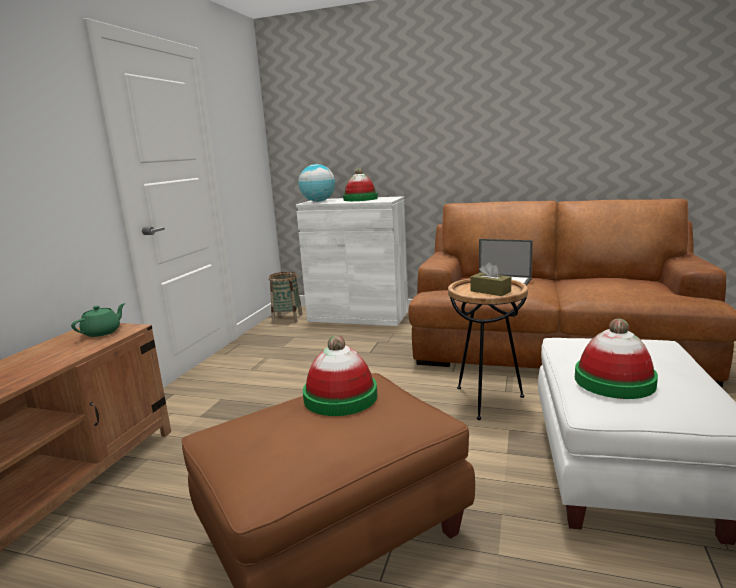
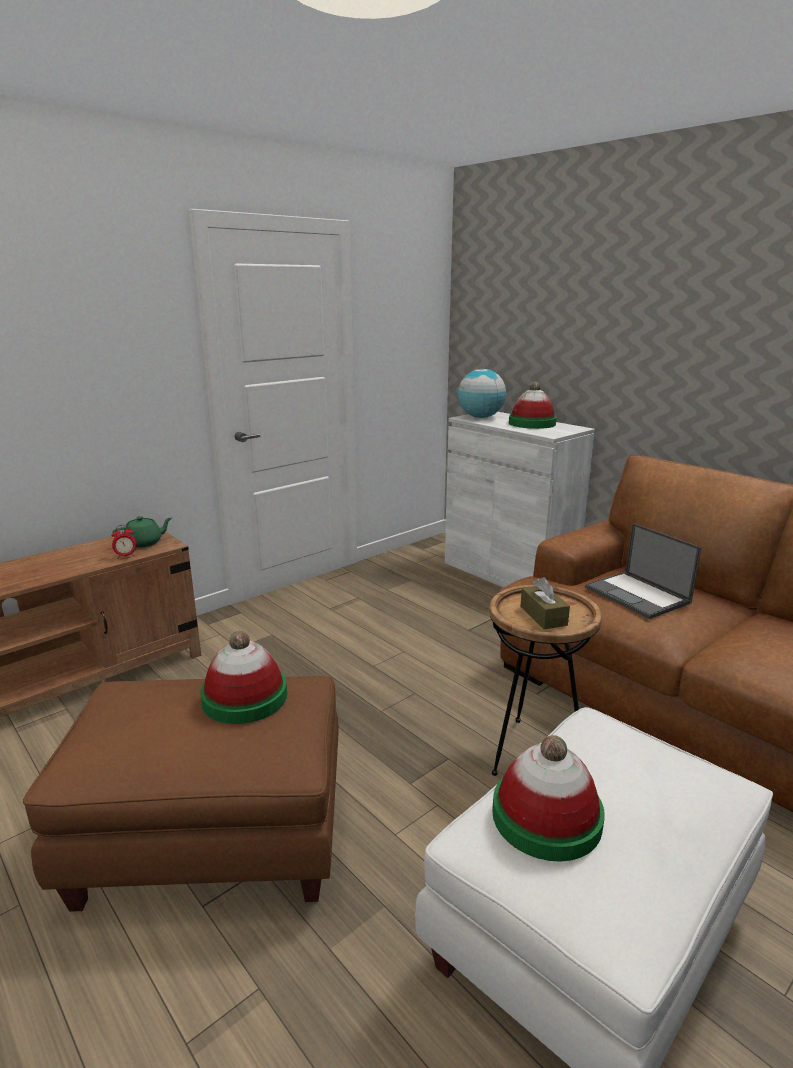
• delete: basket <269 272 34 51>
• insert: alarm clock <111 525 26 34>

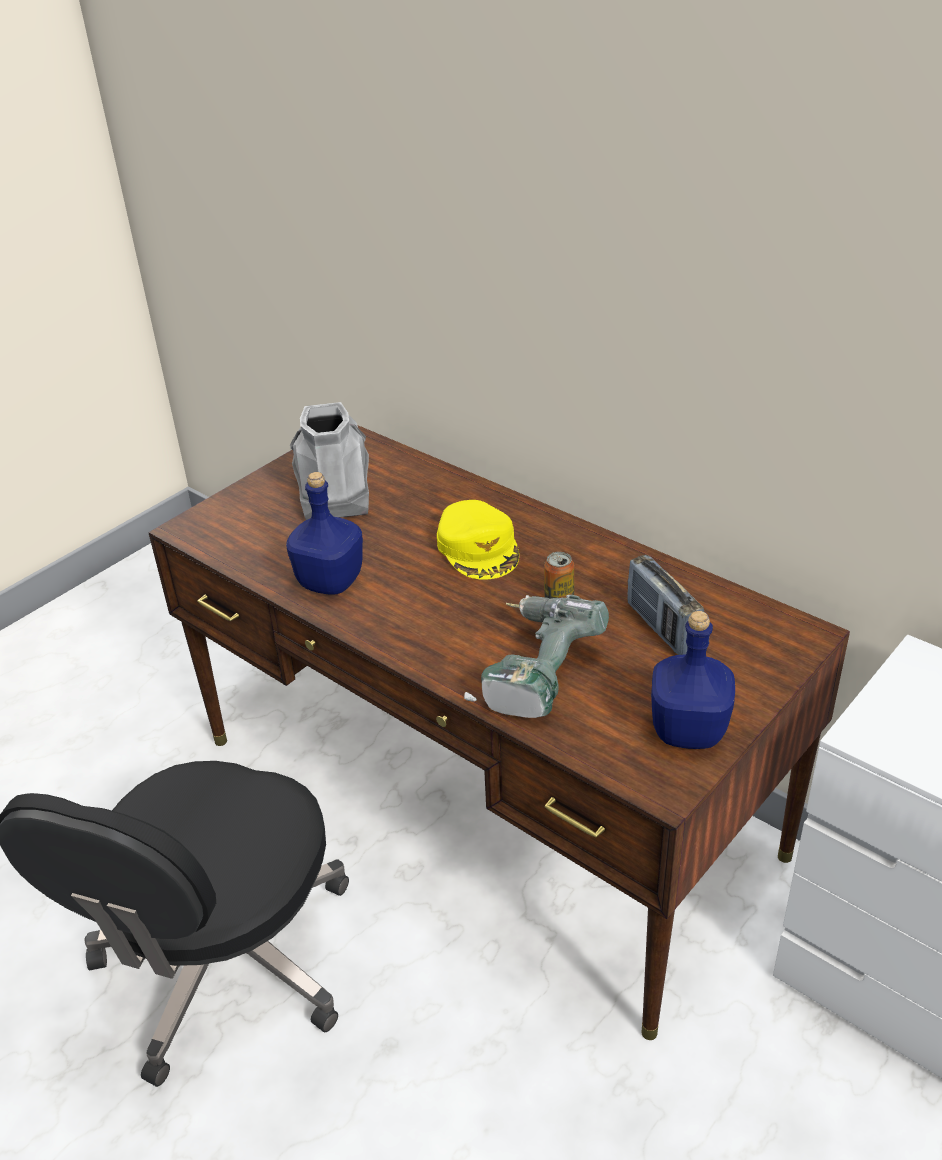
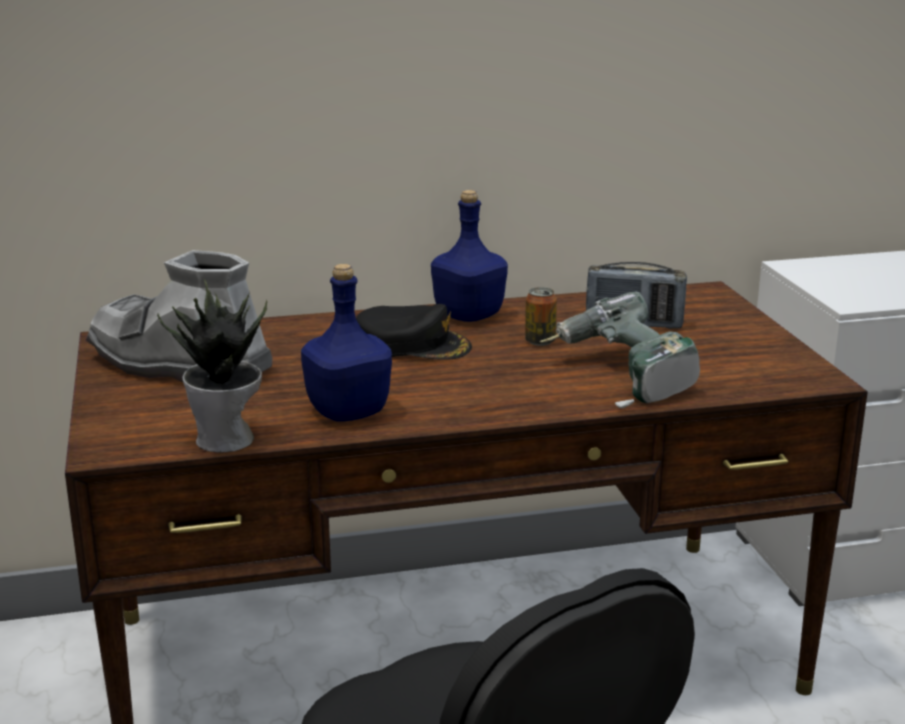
• recolor: yellow cap <437 500 82 80> to black cap <356 304 116 56>
• move: blue bottle <651 611 84 138> to <431 190 77 132>
• insert: potted plant <157 279 110 173>

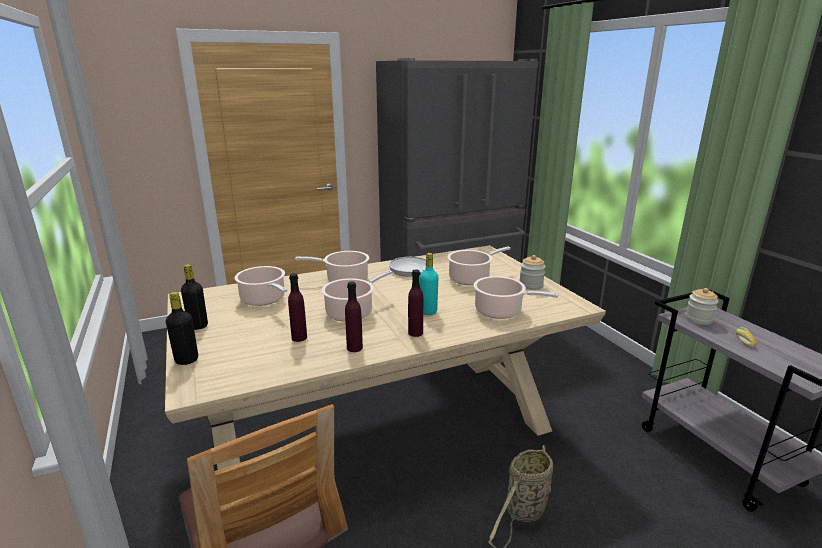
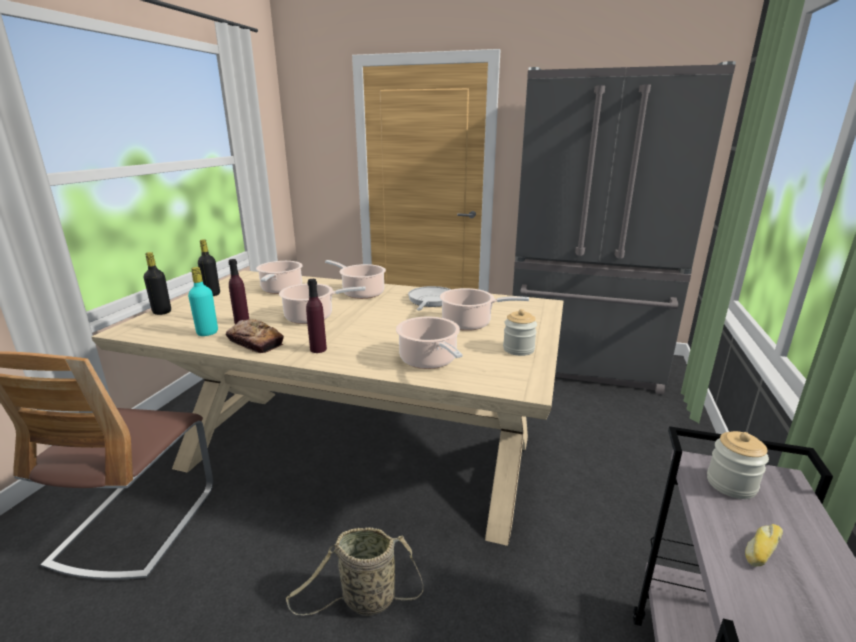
• replace: purple bottle <345 281 18 71> to bread <226 319 58 34>
• move: turquoise bottle <420 253 18 62> to <188 267 30 69>

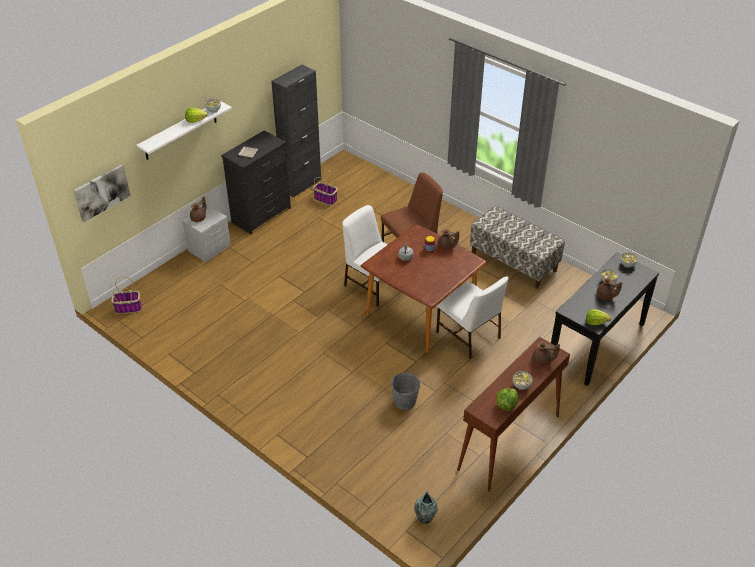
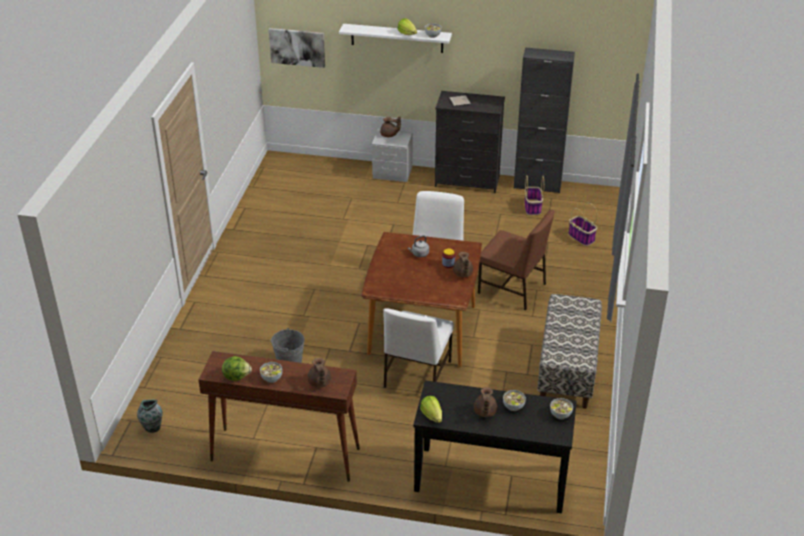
• move: basket <112 277 30 37> to <568 203 29 43>

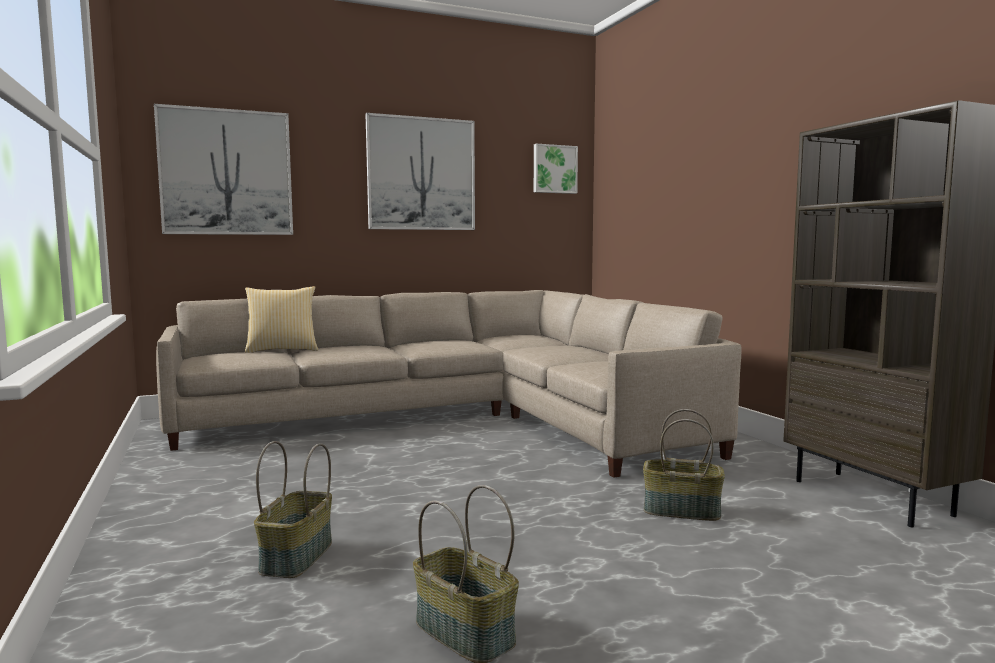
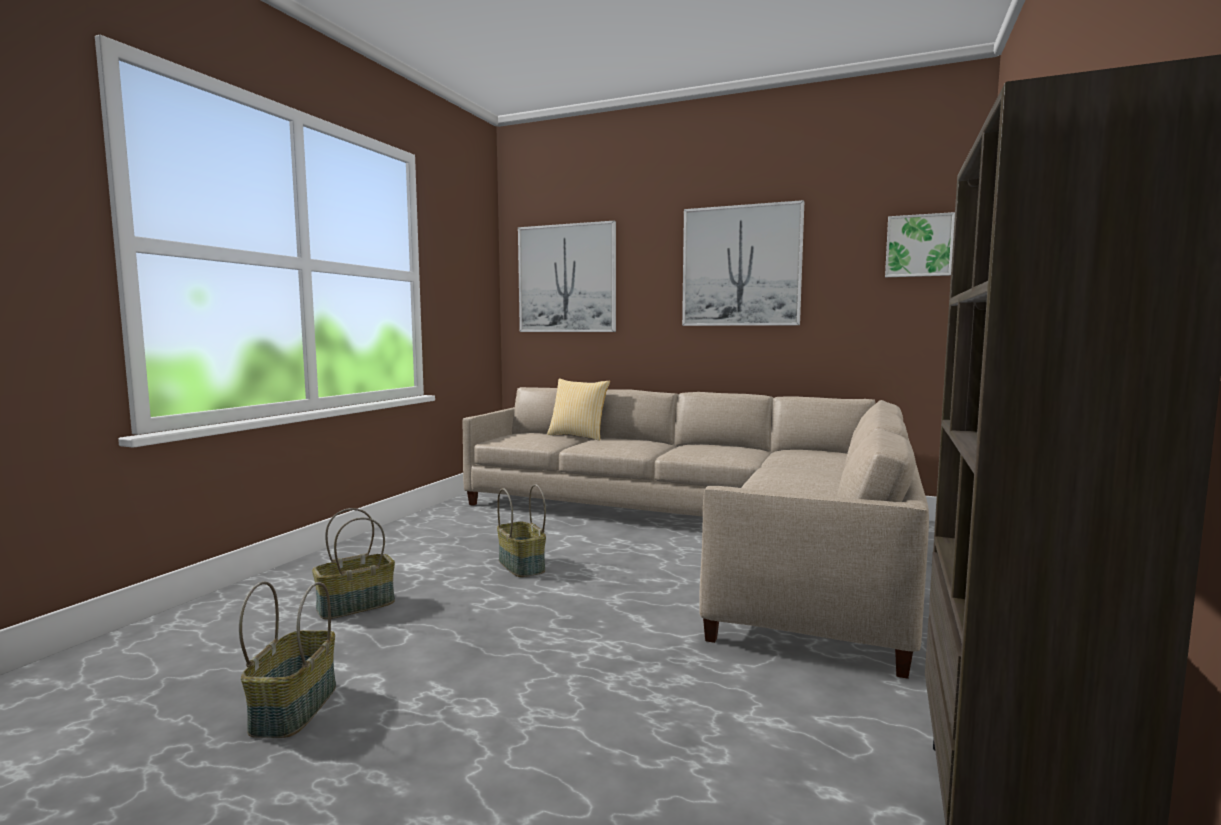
• move: basket <643 409 82 112> to <497 484 49 93>

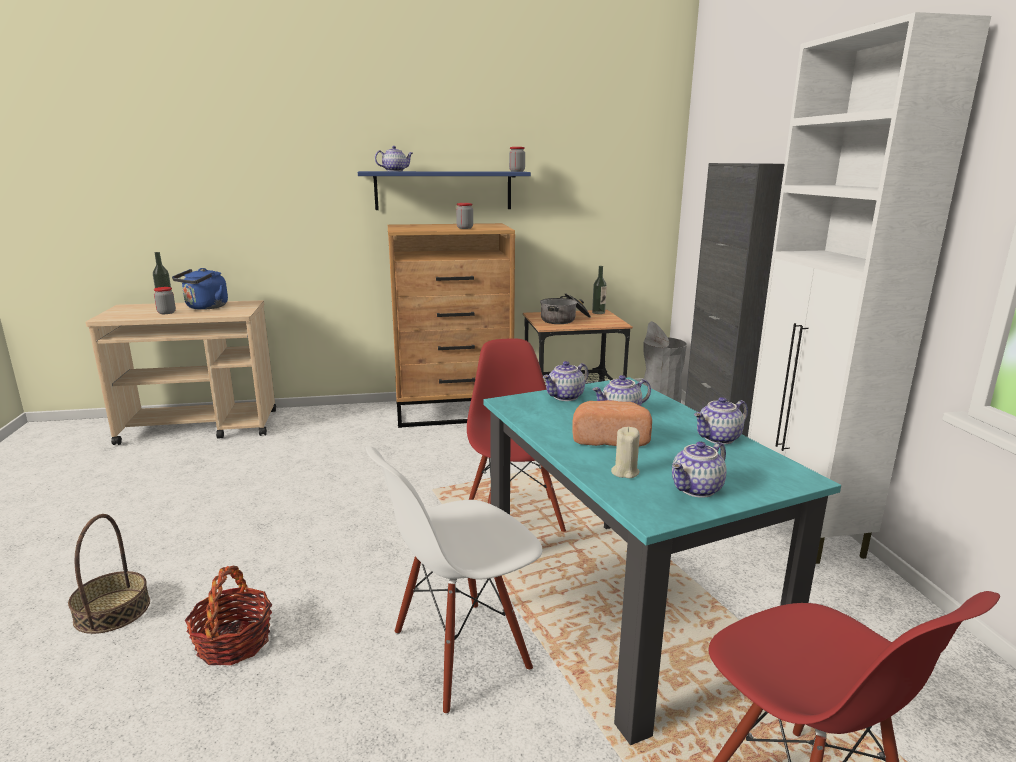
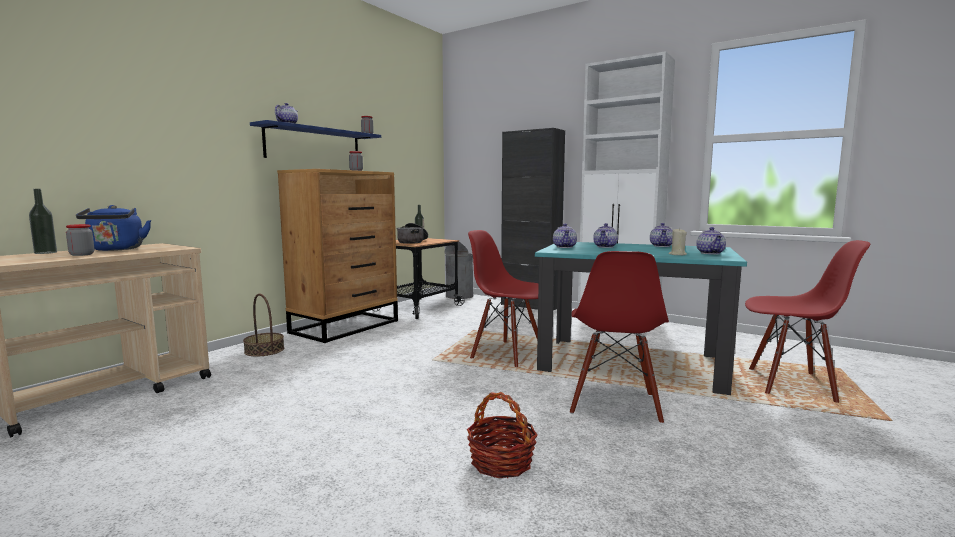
• move: basket <68 514 82 120> to <243 294 41 63>
• recolor: white chair <366 447 176 268> to red chair <570 251 99 173>
• delete: bread <572 400 80 46>

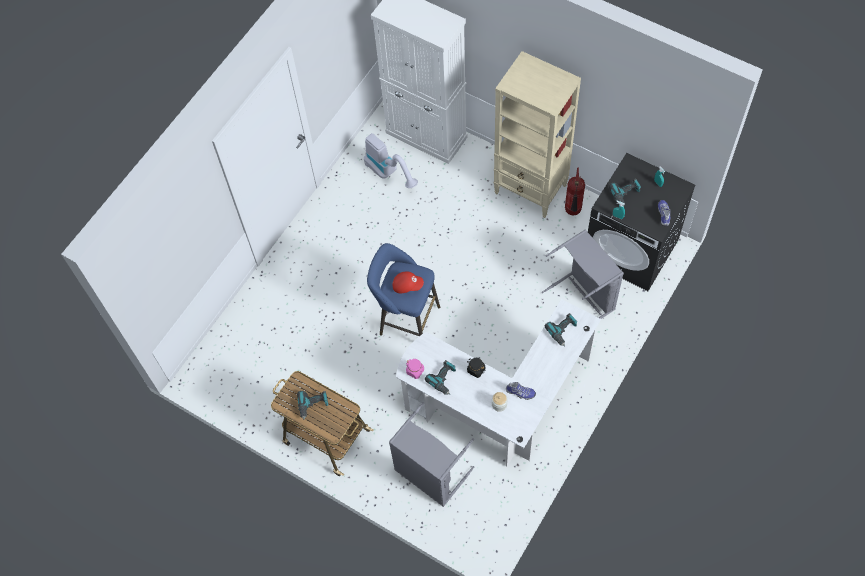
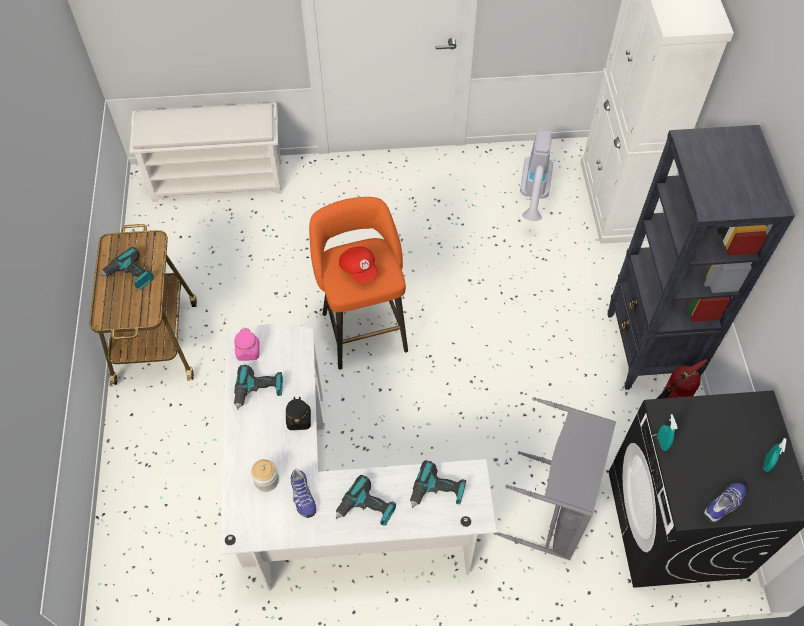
• recolor: blue stool <367 243 73 93> to orange stool <309 197 99 173>
• delete: grey laundry basket <389 402 86 105>
• recolor: beige bookcase <494 51 87 167> to black bookcase <607 125 188 265>
• move: power drill <609 178 32 28> to <335 475 61 51>
• insert: white shoe rack <129 103 153 99>

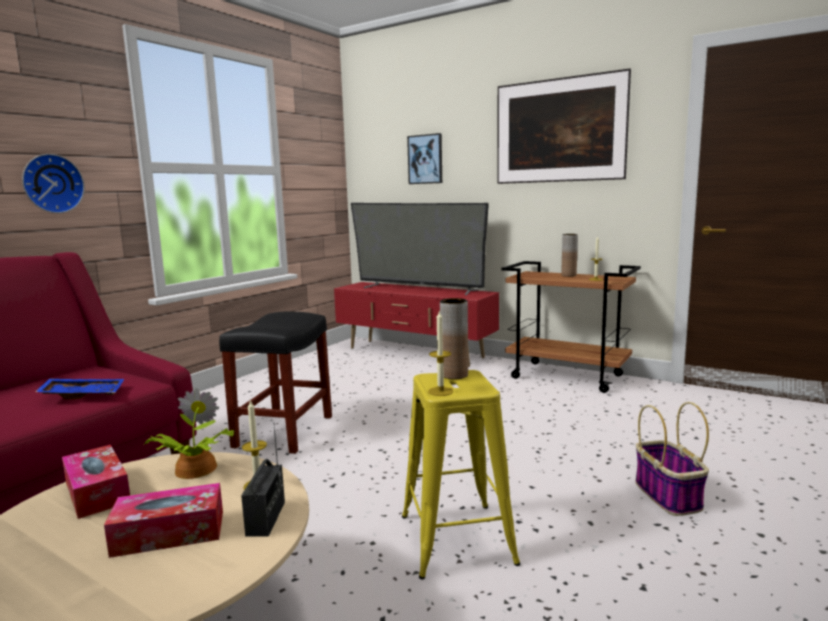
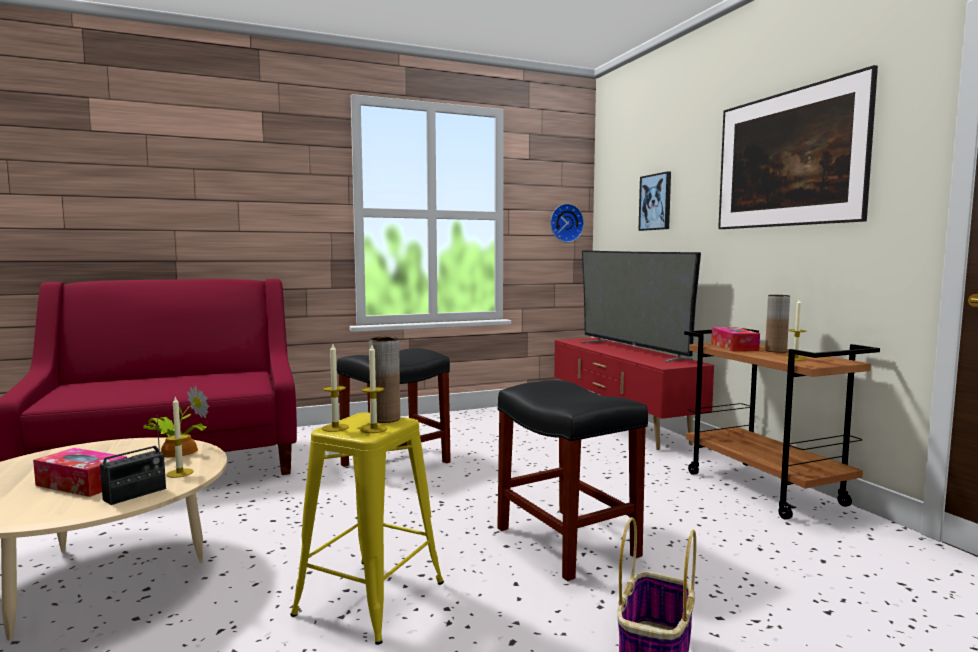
• move: wall clock <22 154 63 59> to <550 204 34 38>
• delete: blue tray <36 378 88 22>
• move: tissue box <62 445 68 74> to <711 327 49 24>
• insert: candle <360 345 27 88>
• insert: black stool <497 380 151 201>

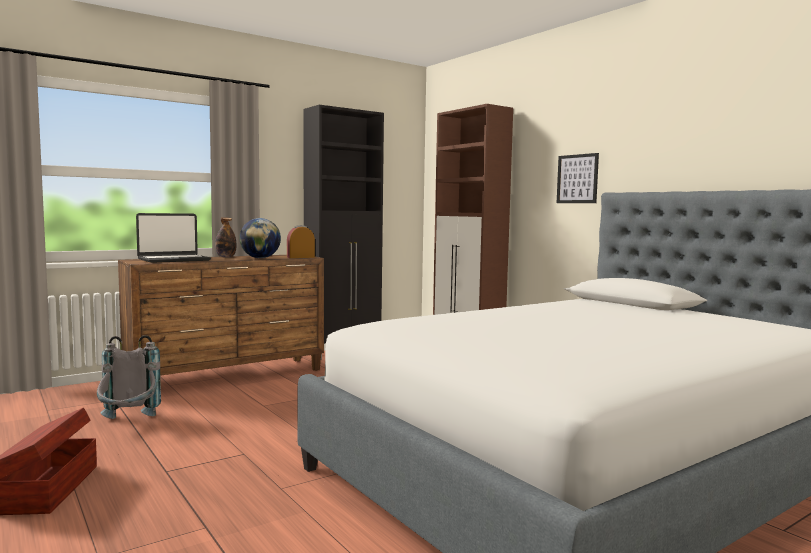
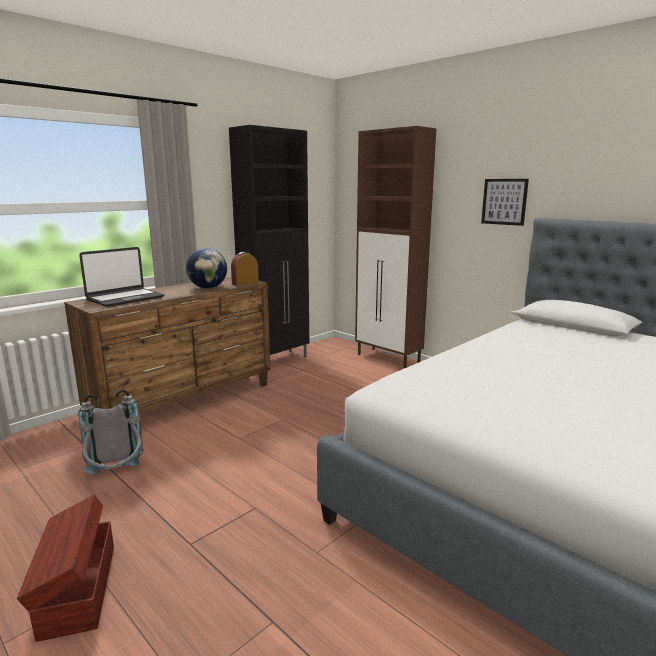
• delete: bottle <215 217 22 41>

